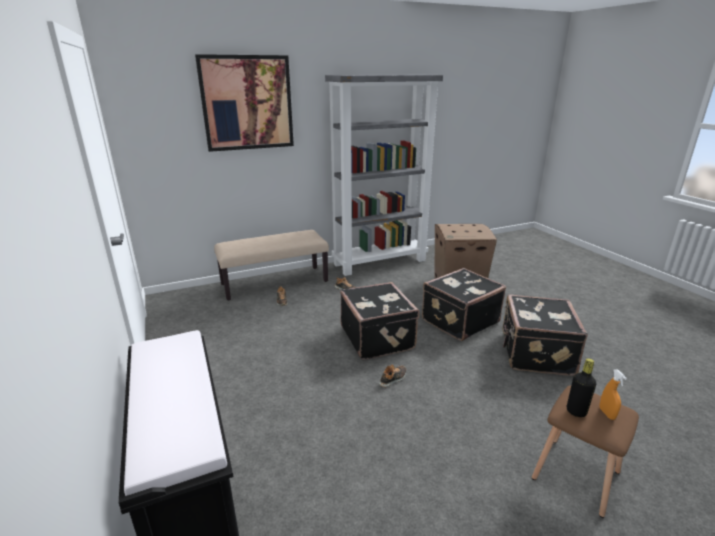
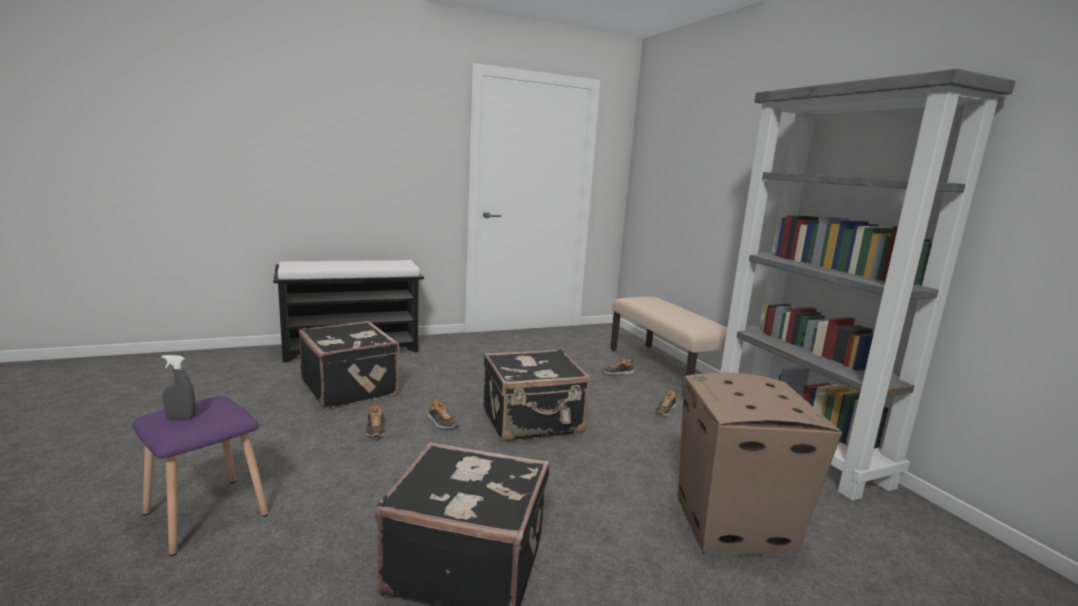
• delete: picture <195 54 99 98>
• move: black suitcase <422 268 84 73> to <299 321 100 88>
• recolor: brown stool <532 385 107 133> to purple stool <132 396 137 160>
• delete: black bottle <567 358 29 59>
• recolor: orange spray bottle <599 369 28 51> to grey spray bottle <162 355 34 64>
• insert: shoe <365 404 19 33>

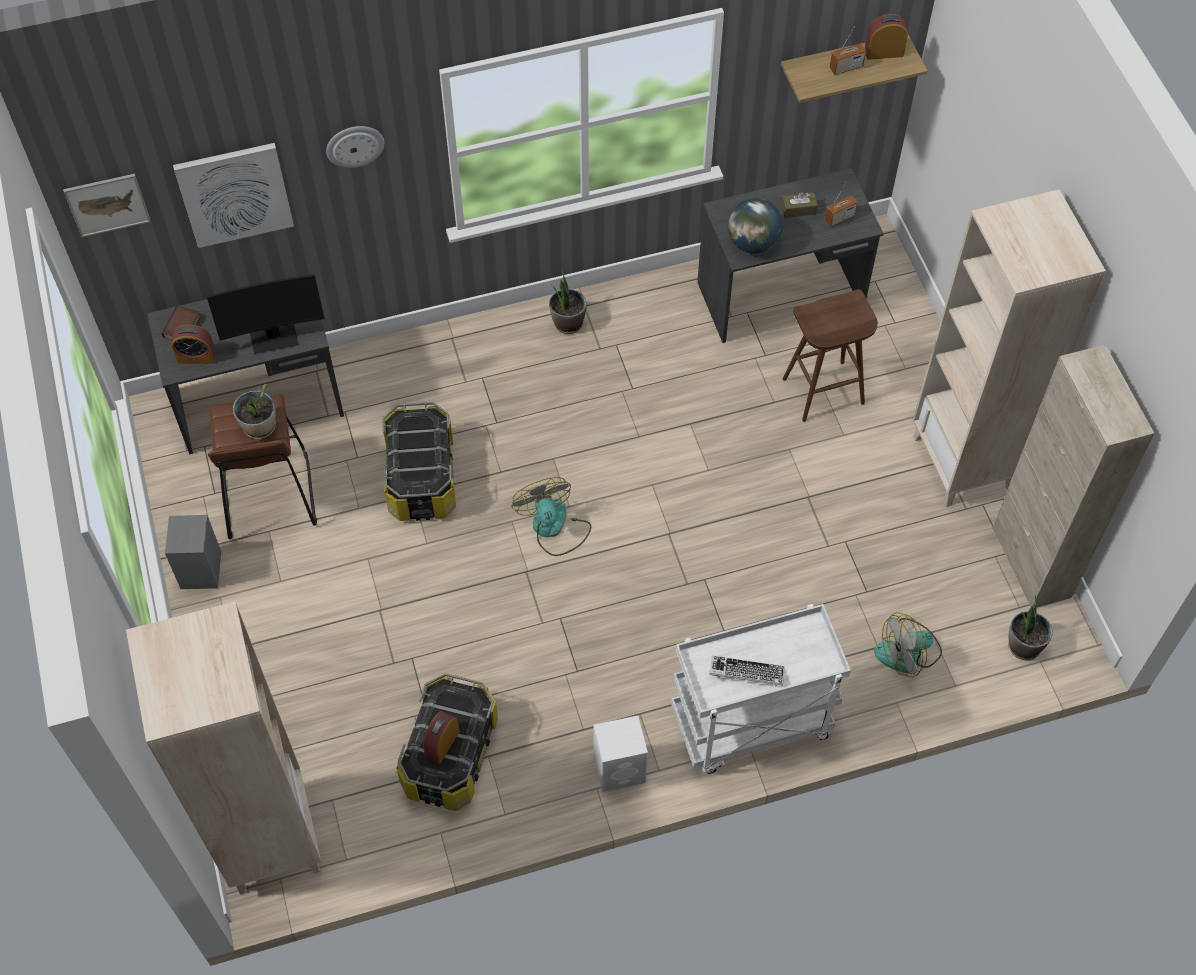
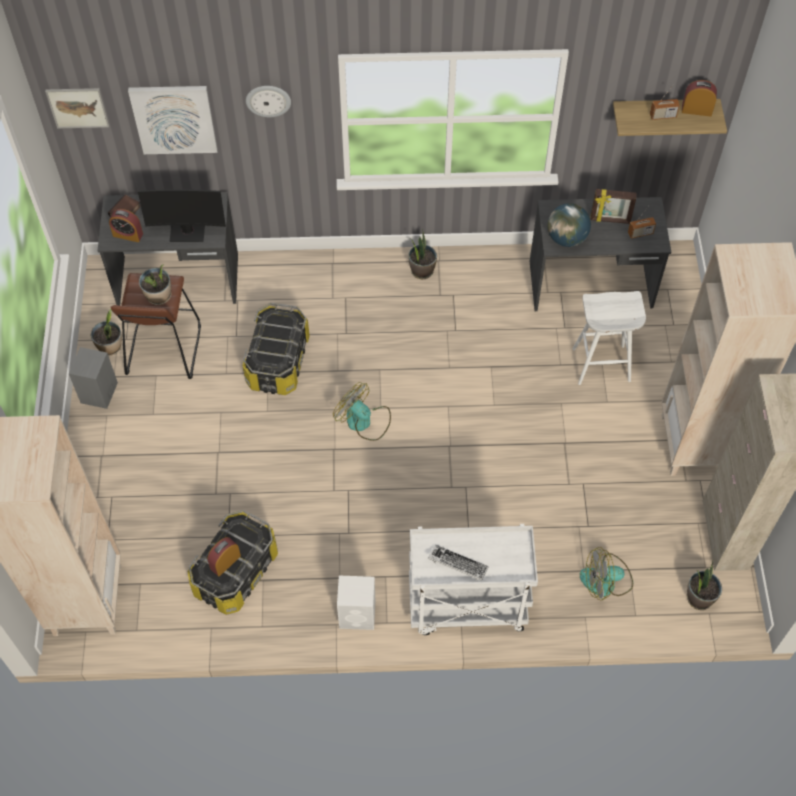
• rotate: fan <512 477 79 79> = <333 382 58 59> 45 degrees counterclockwise
• replace: brown tissue box <781 192 37 26> to picture frame <590 189 47 35>
• recolor: brown stool <782 289 96 133> to white stool <572 291 74 94>
• insert: potted plant <91 309 31 47>

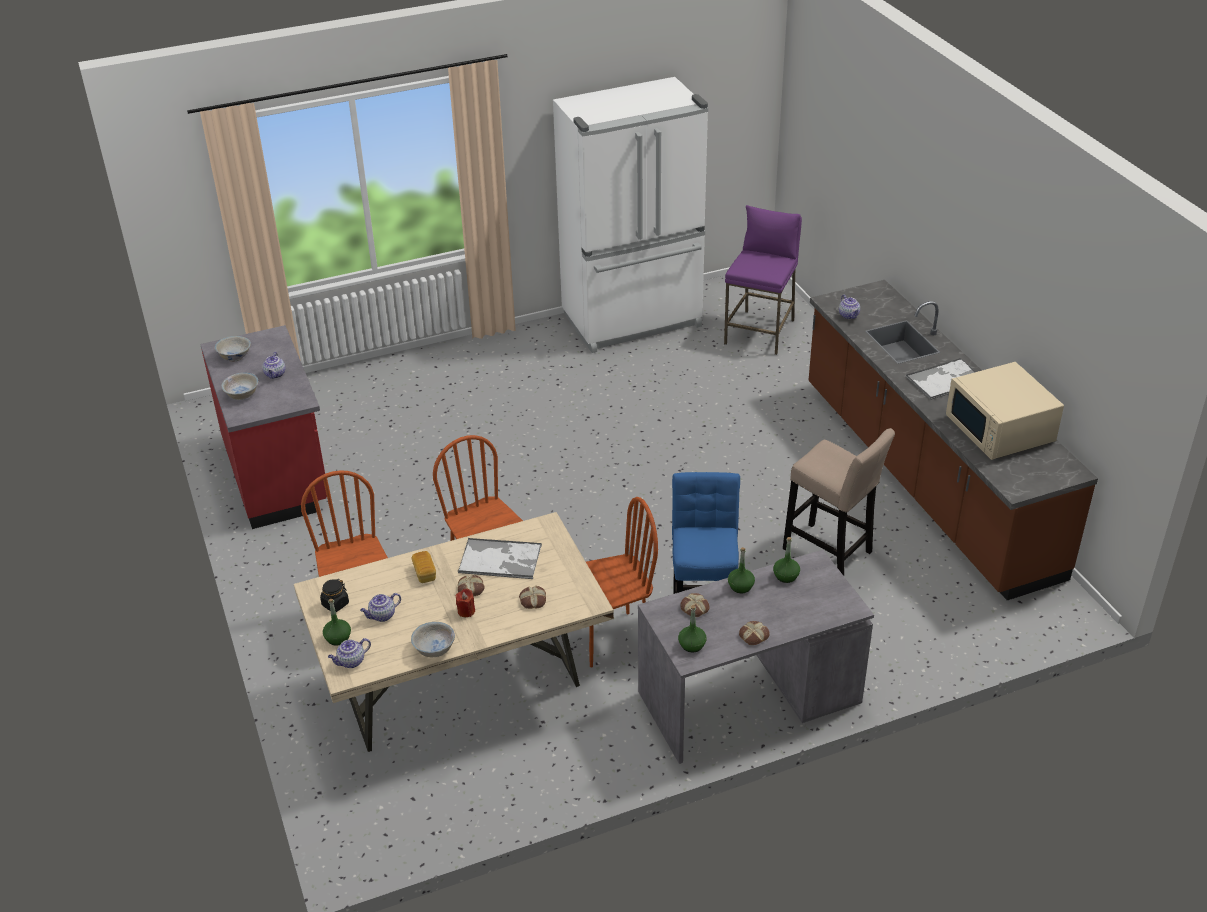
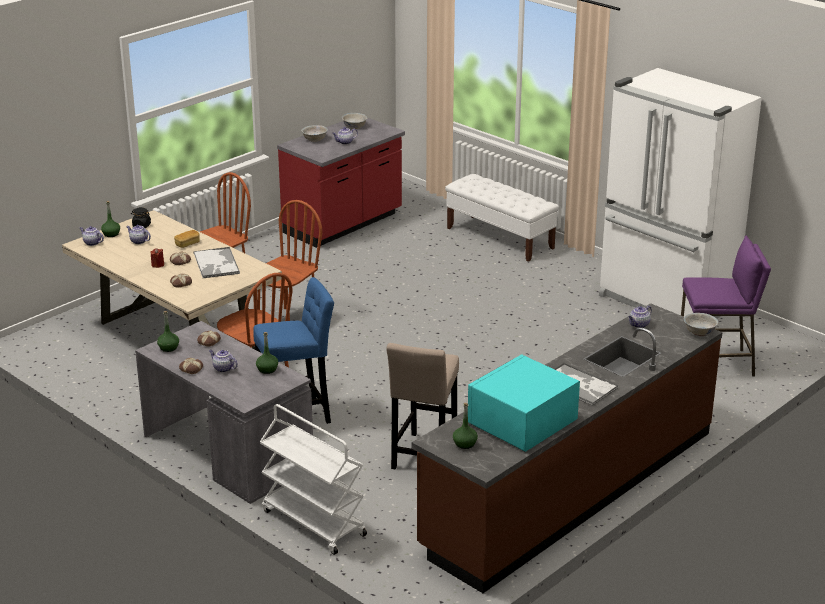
• move: white bowl <411 622 44 35> to <684 313 35 23>
• move: green bottle <728 547 27 46> to <453 403 25 46>
• recolor: beige microwave <946 362 118 98> to turquoise microwave <468 354 112 98>
• insert: teapot <209 350 29 23>
• insert: white cart <260 404 107 151>
• insert: white bench <445 174 114 88>

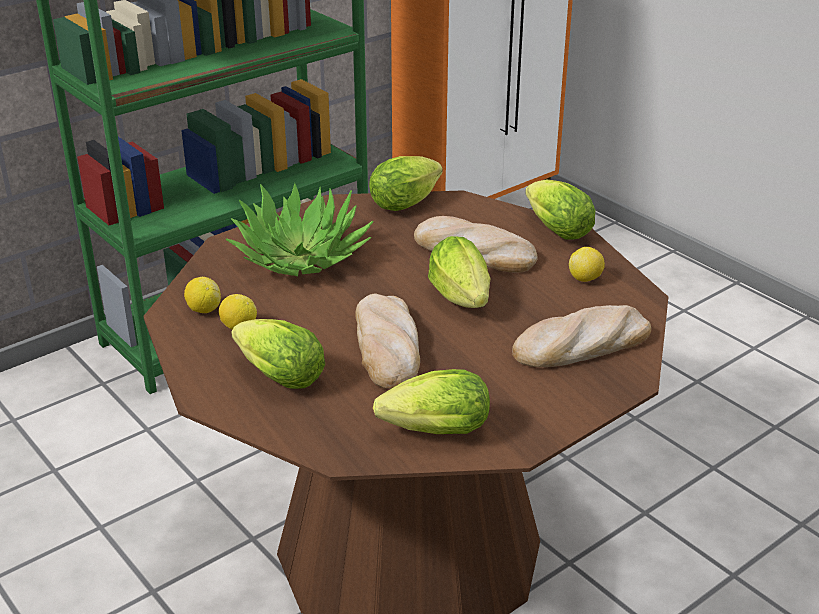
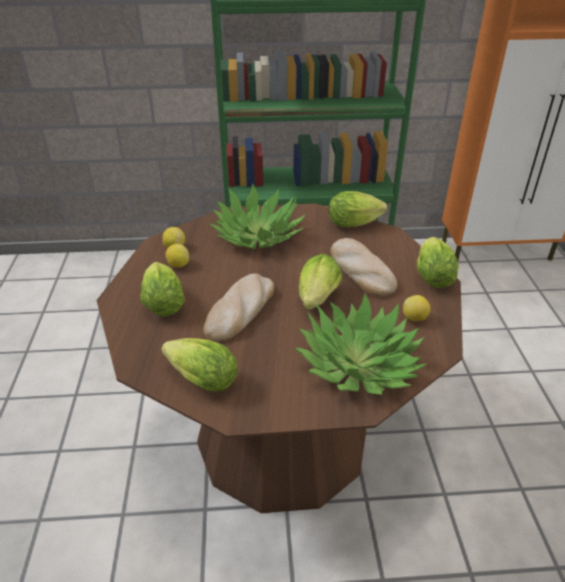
• replace: bread <512 305 139 62> to potted plant <294 293 133 102>

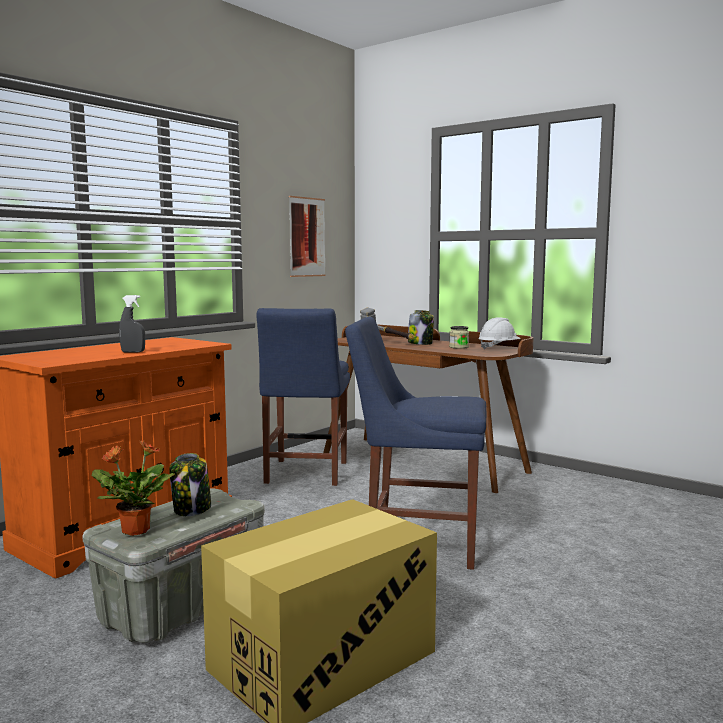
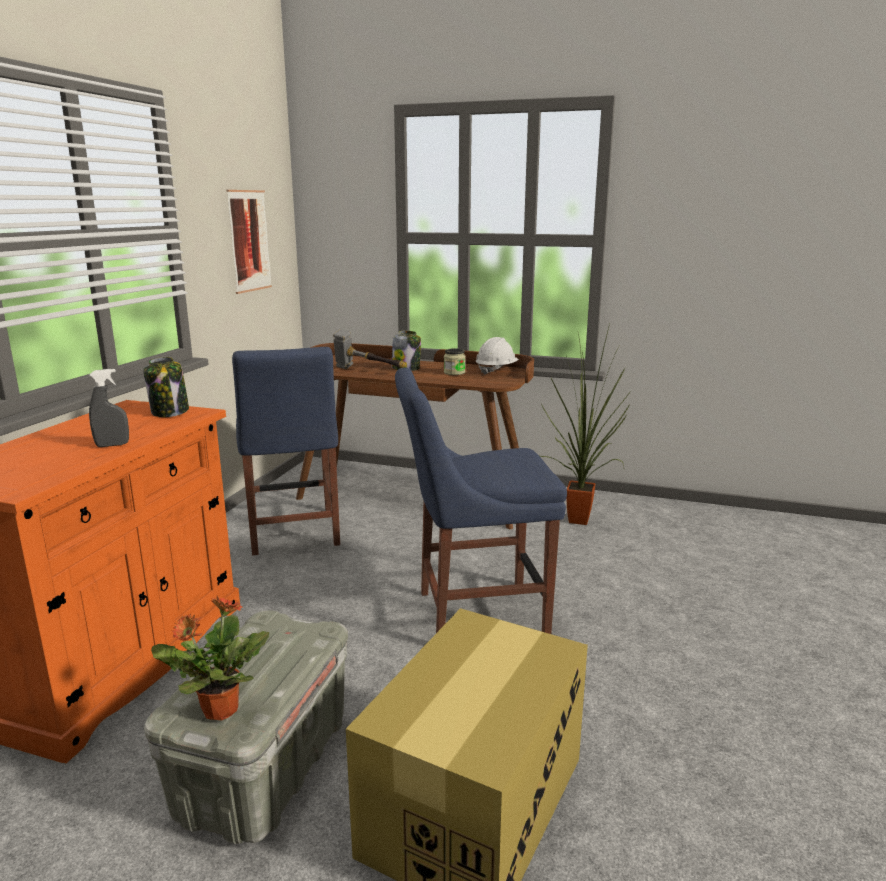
• move: jar <169 453 42 63> to <143 357 46 60>
• insert: potted plant <540 324 91 201>

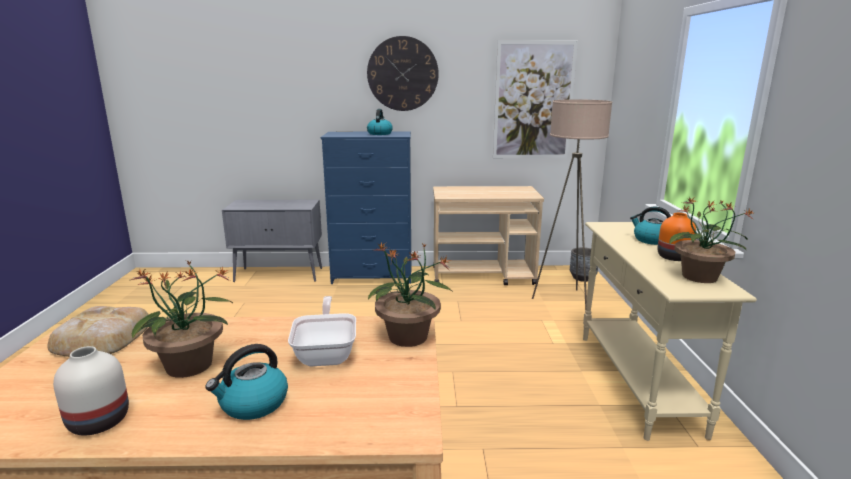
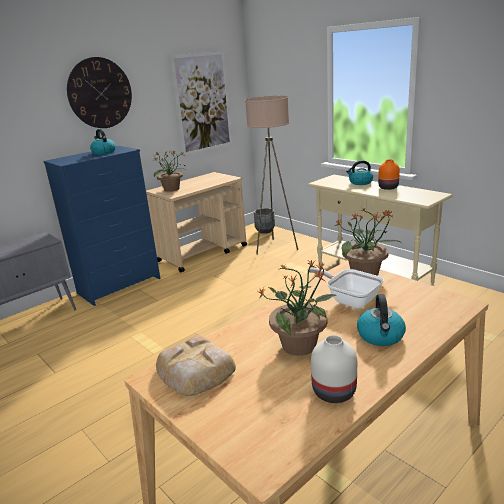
• move: potted plant <669 197 85 86> to <153 150 33 42>

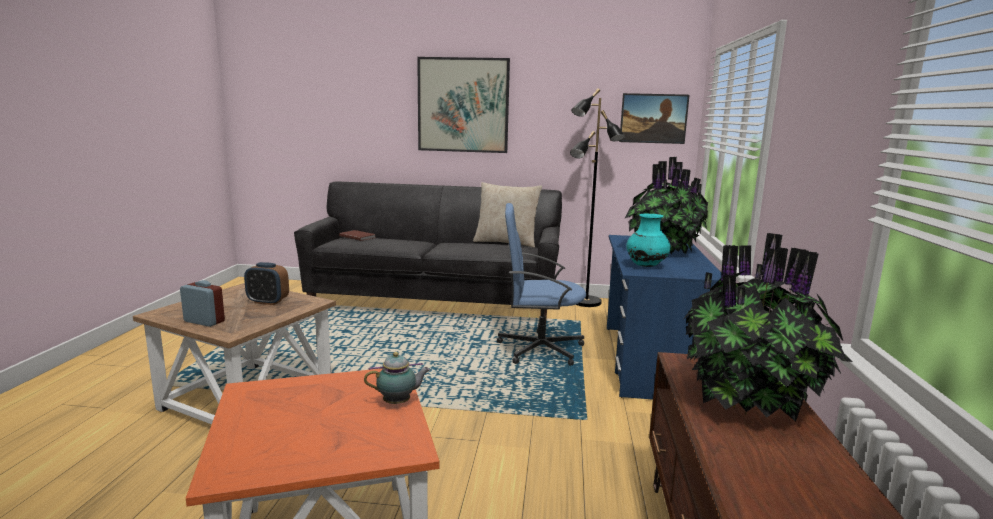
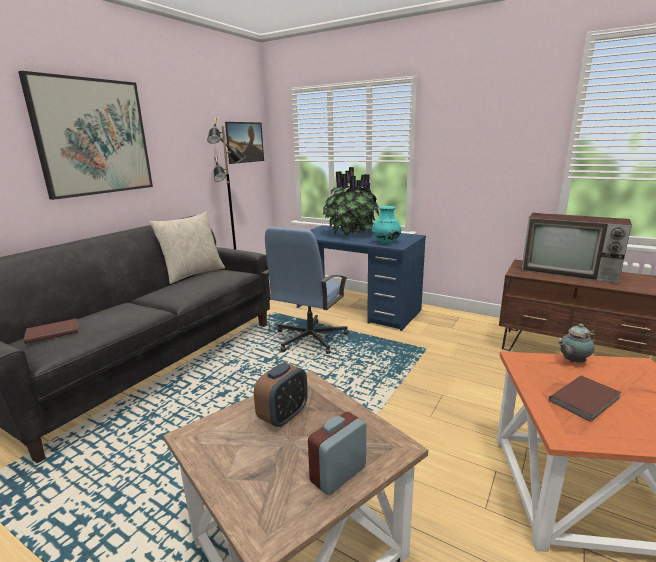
• rotate: teapot <364 352 66 52> = <558 324 37 39> 120 degrees counterclockwise
• replace: potted plant <684 233 169 189> to television <521 213 111 71>
• insert: brown book <549 376 72 46>

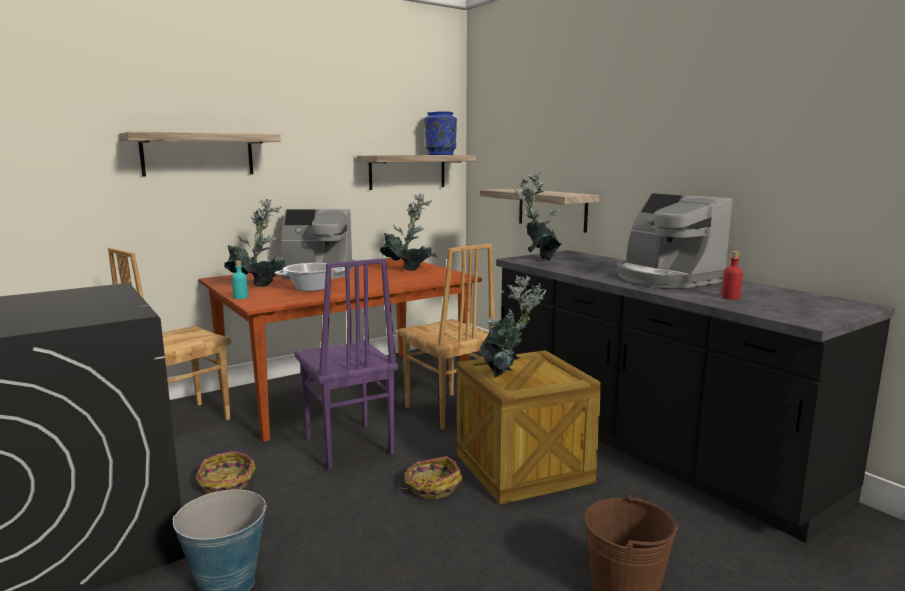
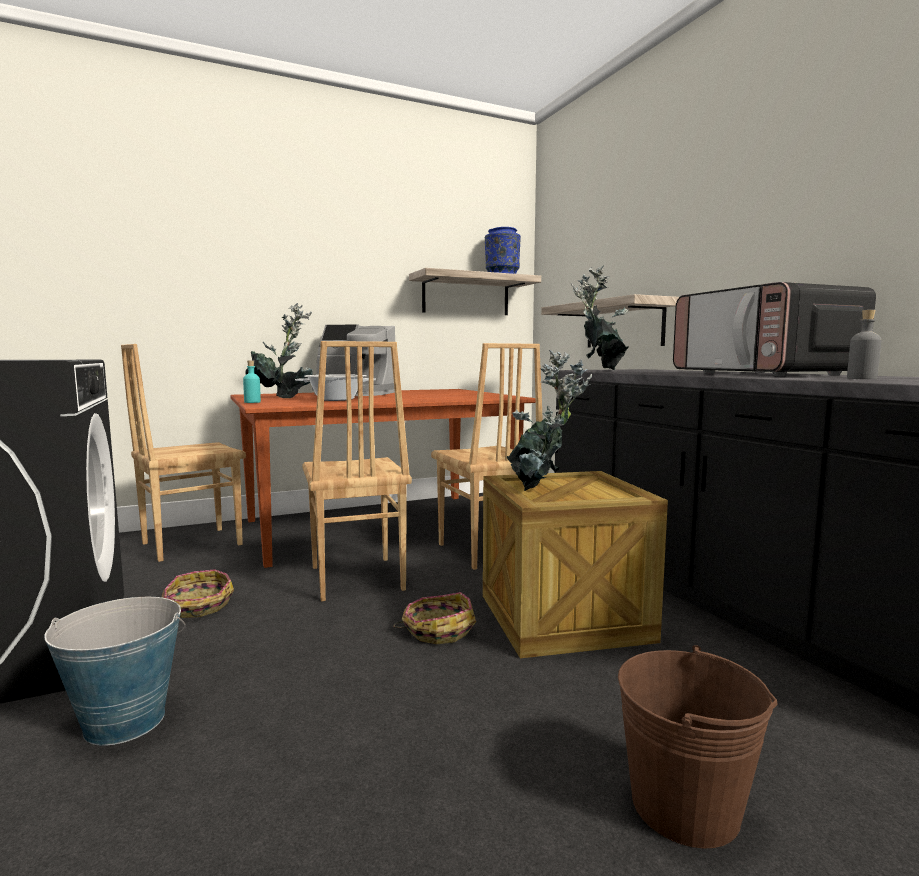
• delete: shelf <120 132 161 44>
• recolor: purple chair <295 258 103 212> to brown chair <302 341 110 260>
• delete: potted plant <380 194 57 77>
• replace: coffee machine <617 193 116 95> to microwave <673 282 203 94>
• recolor: red bottle <721 251 22 49> to grey bottle <847 310 34 69>

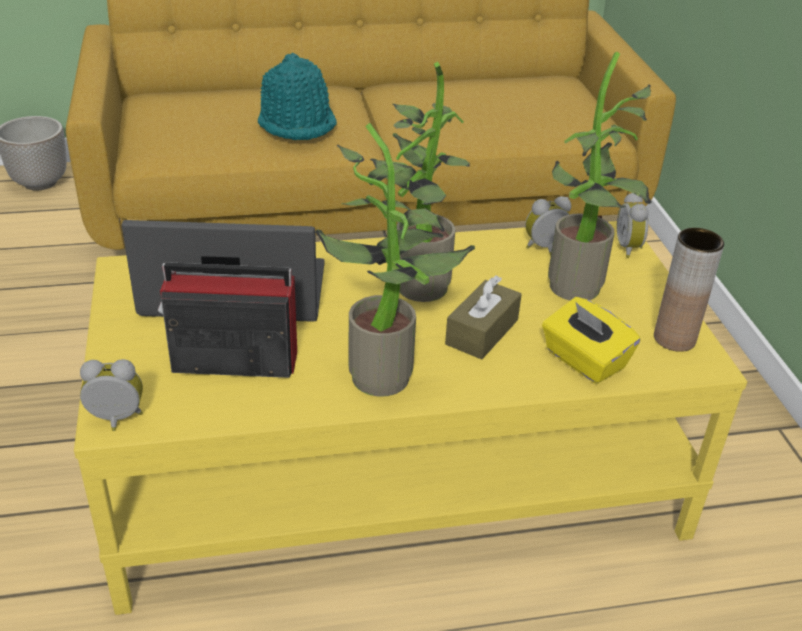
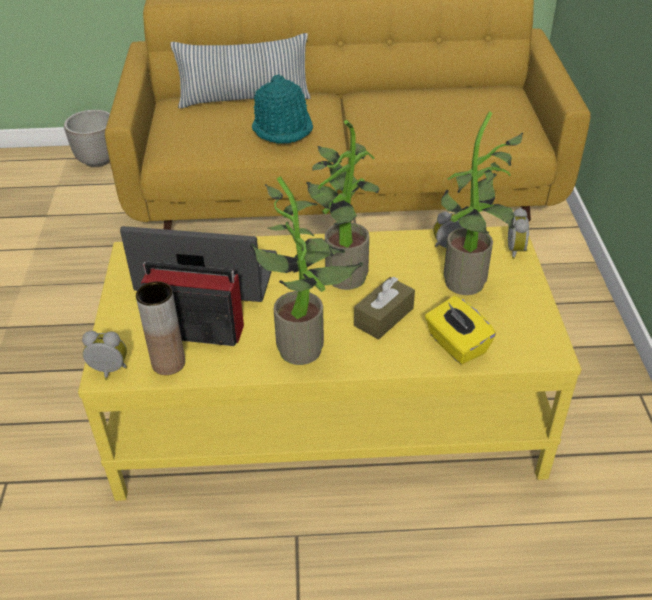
• move: brown vase <654 228 70 124> to <136 281 49 94>
• insert: pillow <170 33 141 76>

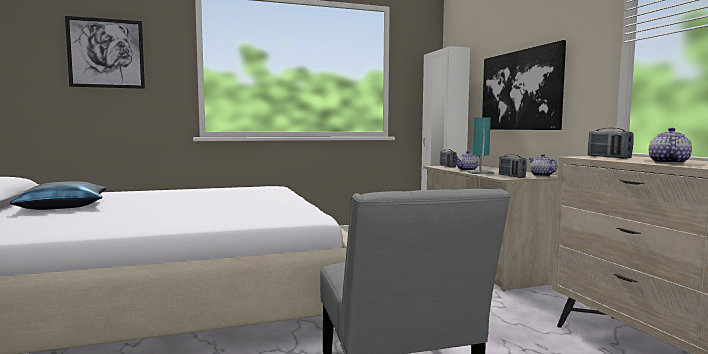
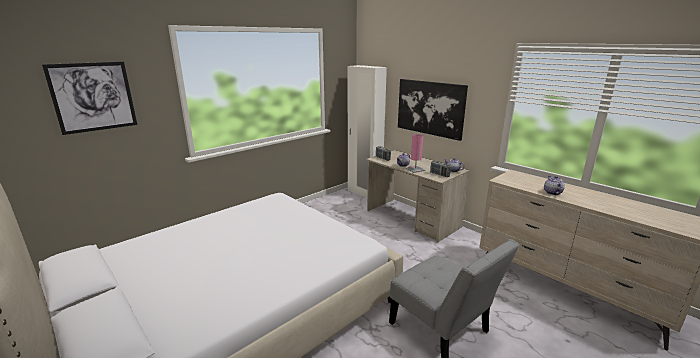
• delete: blue pillow <10 181 97 29>
• recolor: turquoise table lamp <467 117 27 57> to pink table lamp <406 134 19 39>
• delete: radio <588 128 46 31>

